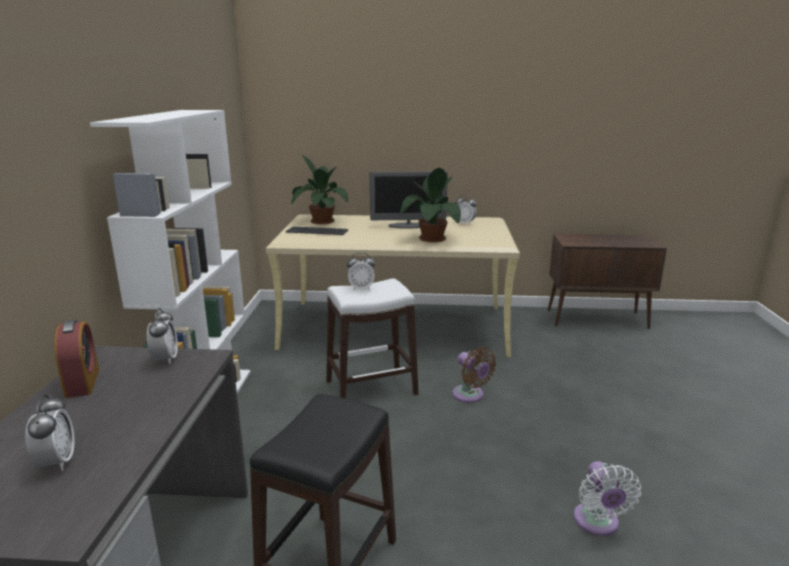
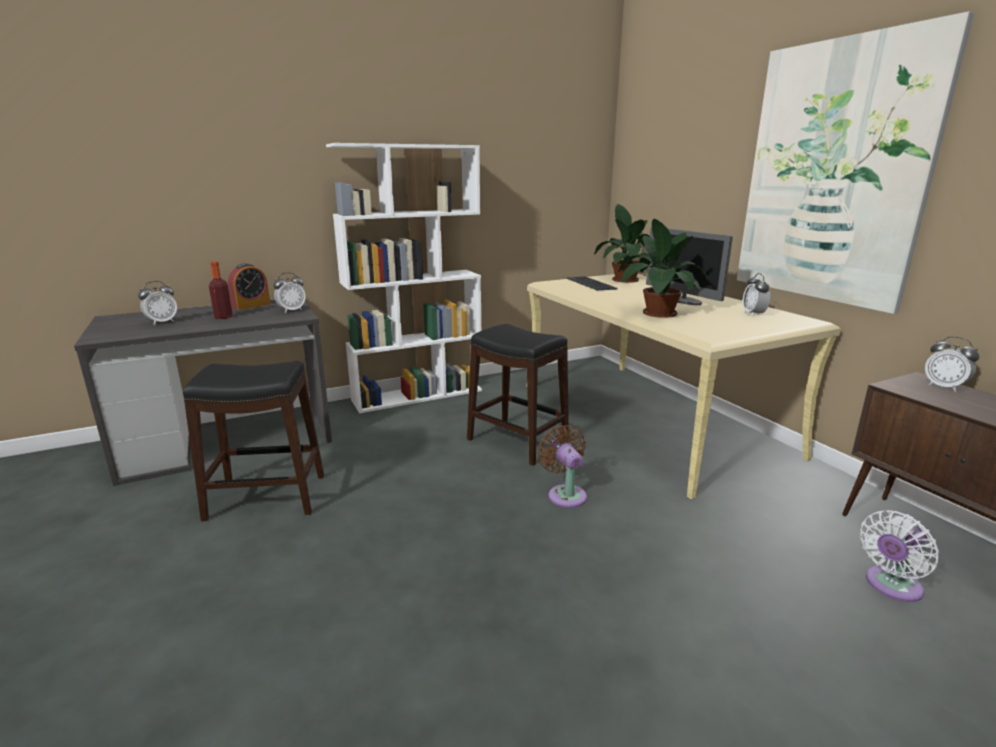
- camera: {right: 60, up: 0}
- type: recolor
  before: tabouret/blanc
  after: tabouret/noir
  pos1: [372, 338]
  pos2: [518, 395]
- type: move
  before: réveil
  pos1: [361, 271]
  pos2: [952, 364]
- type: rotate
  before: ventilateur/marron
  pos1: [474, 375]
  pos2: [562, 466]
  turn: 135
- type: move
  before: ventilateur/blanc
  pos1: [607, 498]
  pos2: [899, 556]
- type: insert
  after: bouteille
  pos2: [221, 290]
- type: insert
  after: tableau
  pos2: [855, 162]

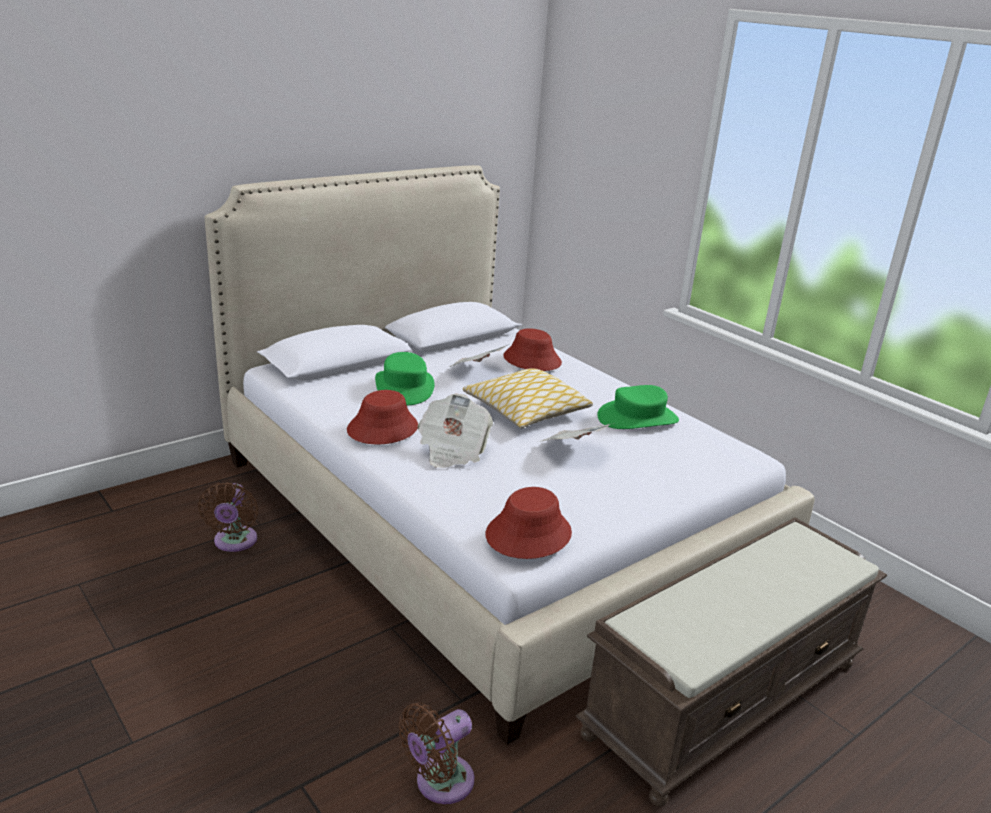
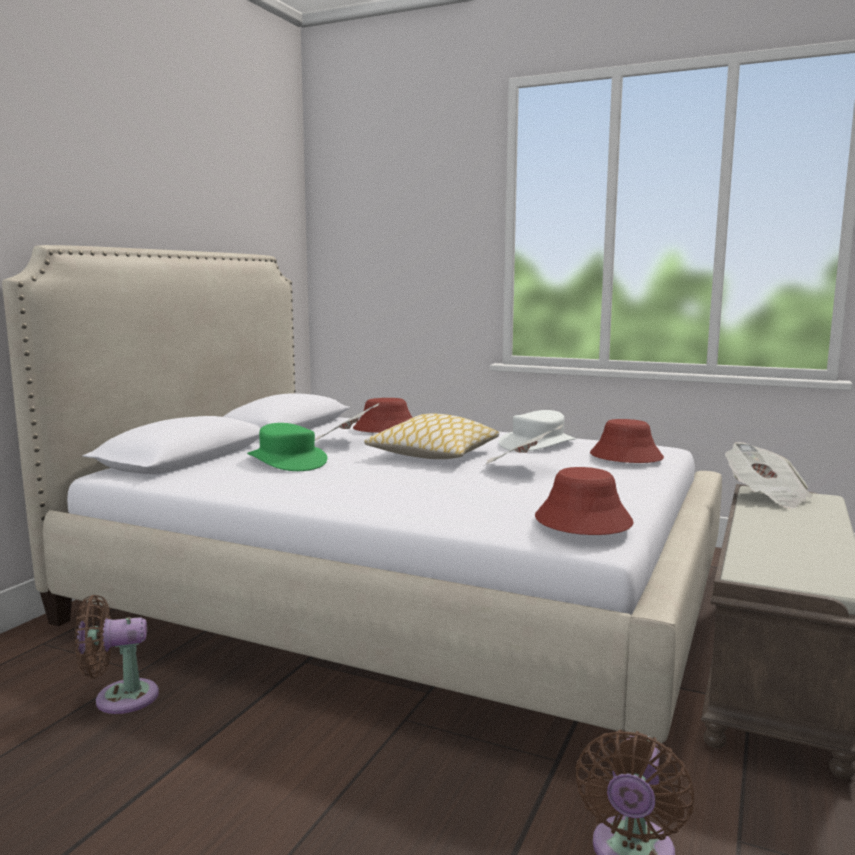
- camera: {right: -25, up: -15}
- type: rotate
  before: ventilateur/marron
  pos1: [228, 517]
  pos2: [117, 654]
  turn: 105
- type: move
  before: chapeau/rouge
  pos1: [382, 417]
  pos2: [627, 441]
- type: move
  before: journal
  pos1: [455, 431]
  pos2: [769, 475]
- type: recolor
  before: chapeau/vert
  after: chapeau/blanc
  pos1: [638, 407]
  pos2: [537, 430]

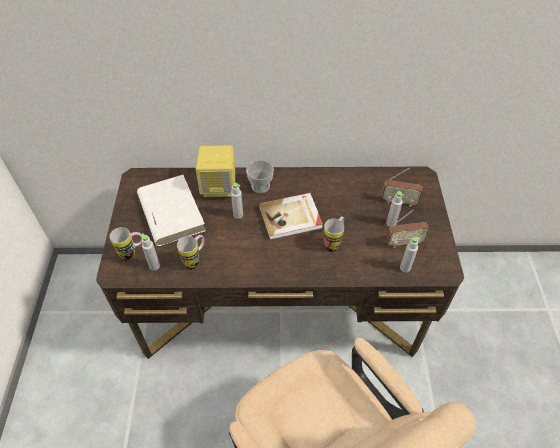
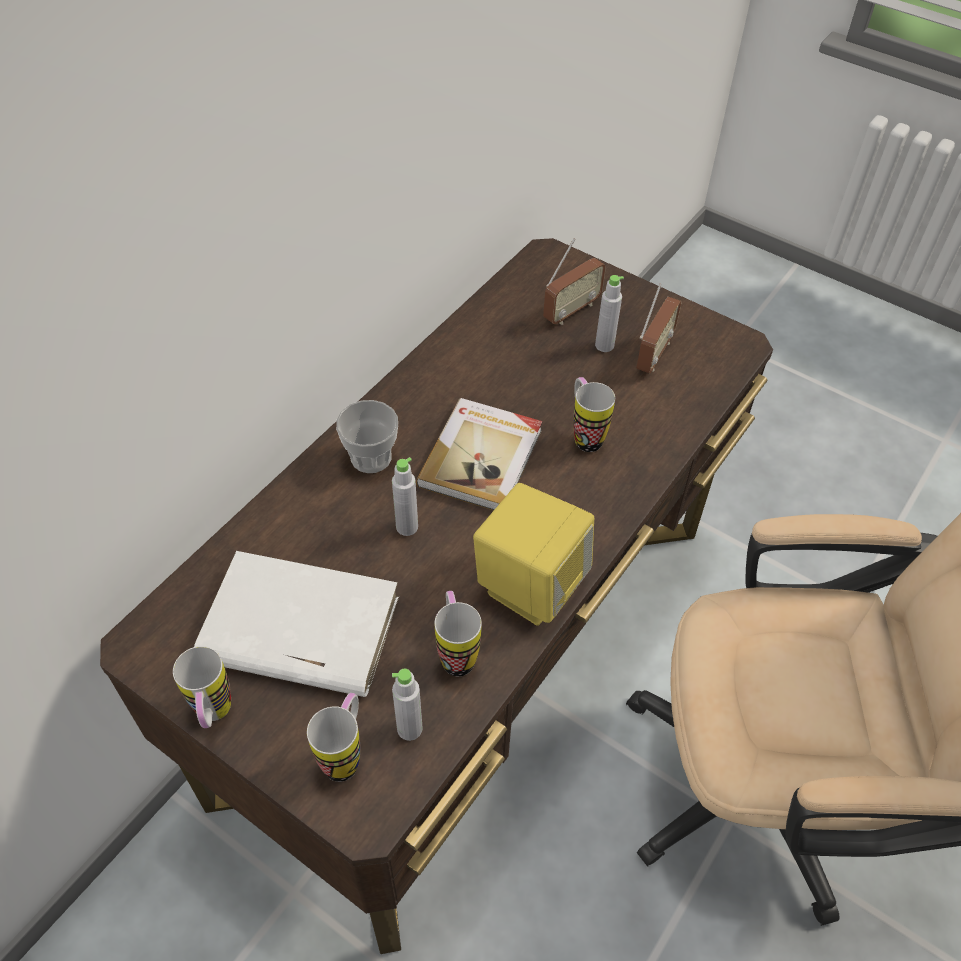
- camera: {right: -55, up: 0}
- type: move
  before: enceinte/jaune
  pos1: [215, 171]
  pos2: [533, 554]
- type: delete
  before: bouteille/gris
  pos1: [410, 254]
- type: insert
  after: mug
  pos2: [202, 687]

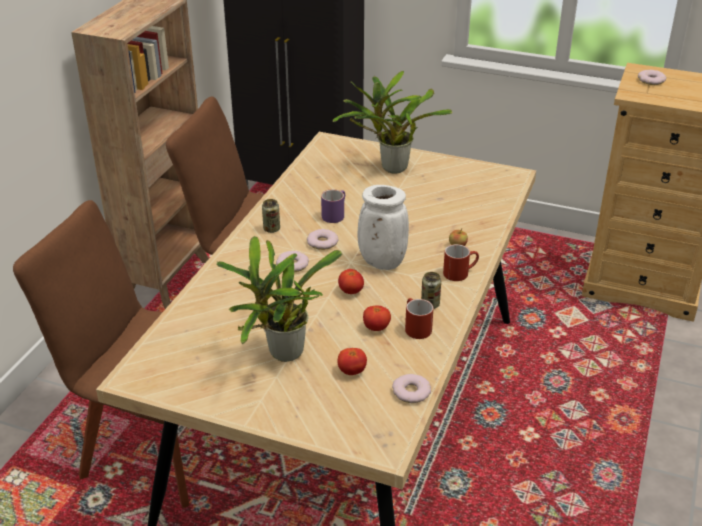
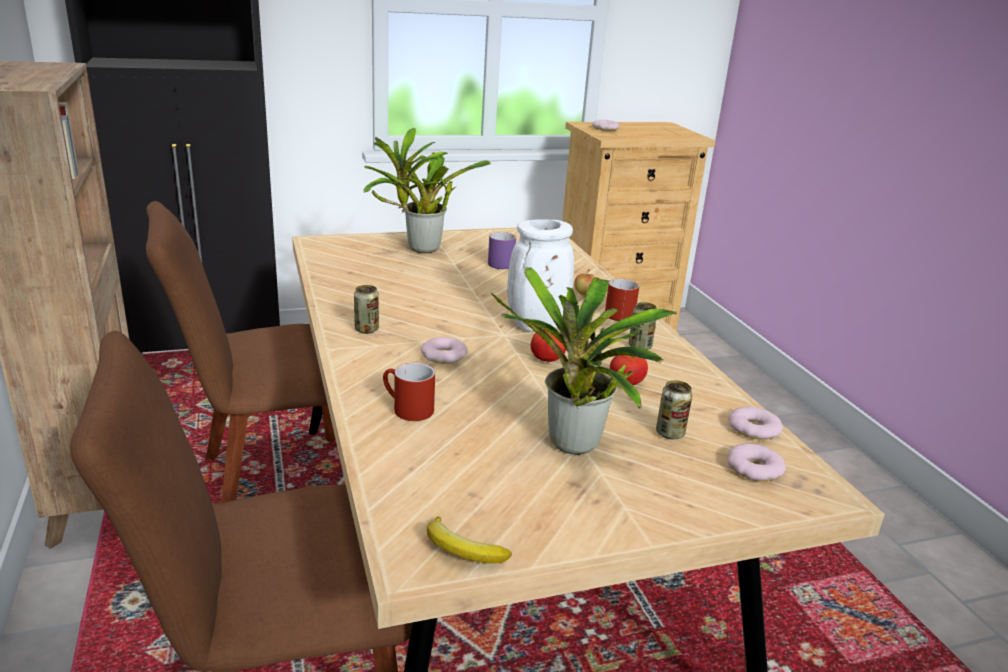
- camera: {right: -40, up: -10}
- type: move
  before: beignet
  pos1: [323, 239]
  pos2: [757, 462]
- type: move
  before: mug/violet
  pos1: [333, 206]
  pos2: [502, 250]
- type: replace
  before: tomate
  after: boîte métallique
  pos1: [352, 361]
  pos2: [674, 409]
- type: move
  before: mug/rouge
  pos1: [419, 318]
  pos2: [409, 392]
- type: insert
  after: banane
  pos2: [469, 540]

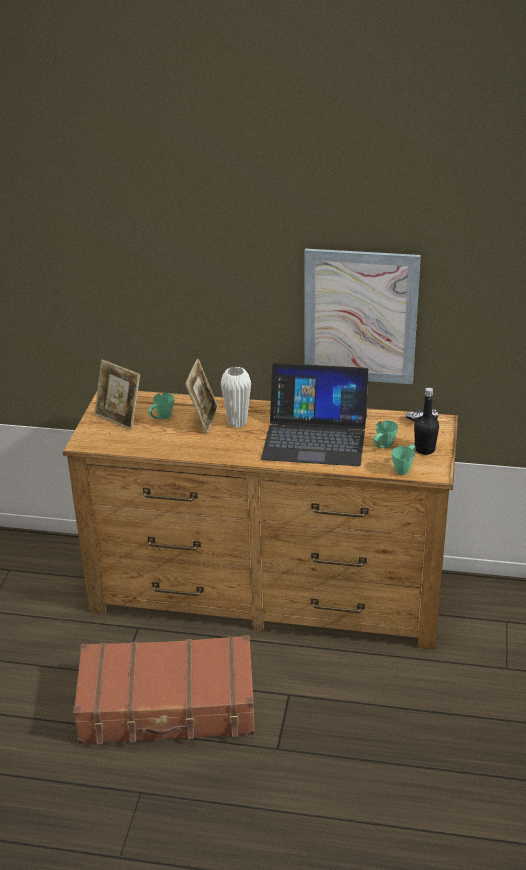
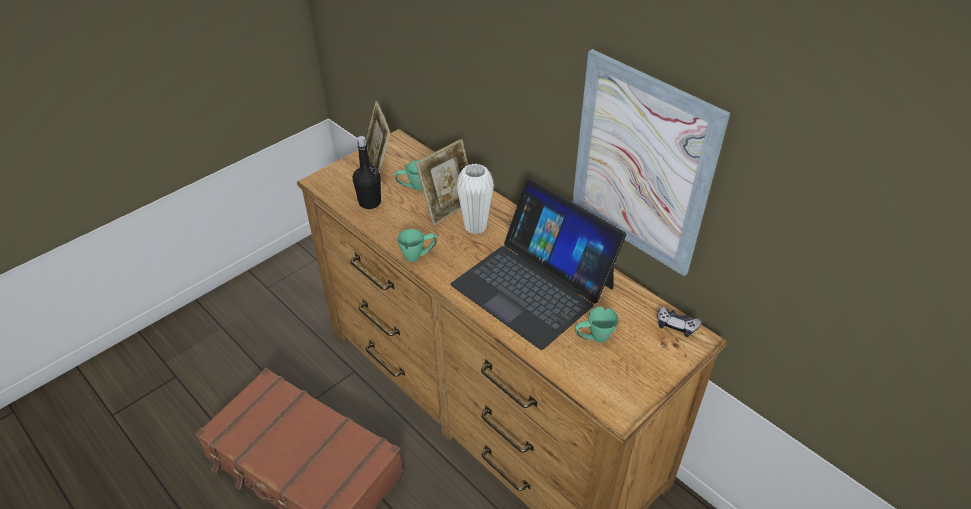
- camera: {right: 35, up: 10}
- type: move
  before: mug/vert
  pos1: [403, 459]
  pos2: [417, 245]
- type: move
  before: bouteille/noir
  pos1: [426, 421]
  pos2: [367, 172]

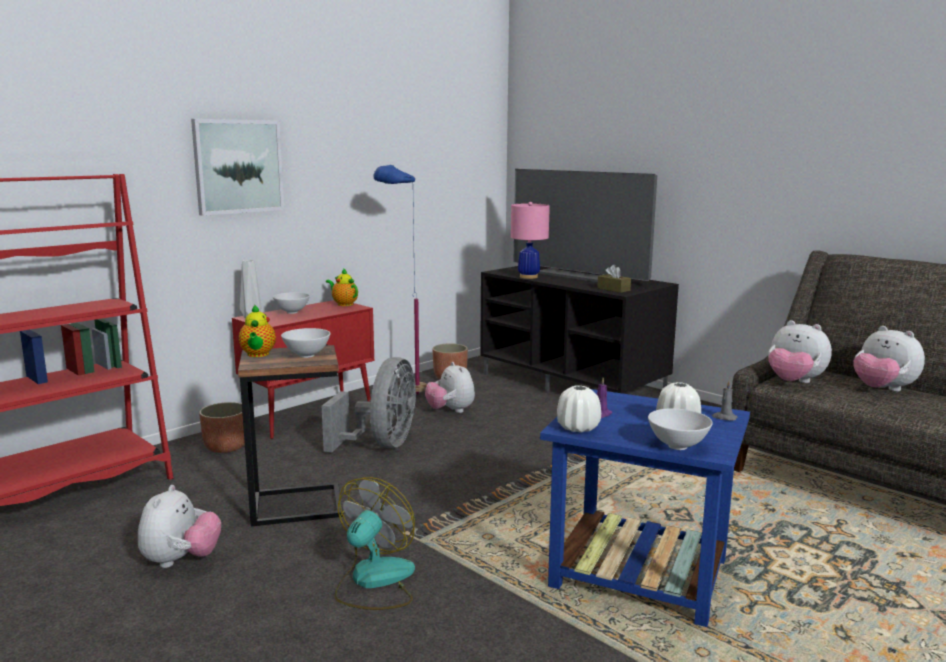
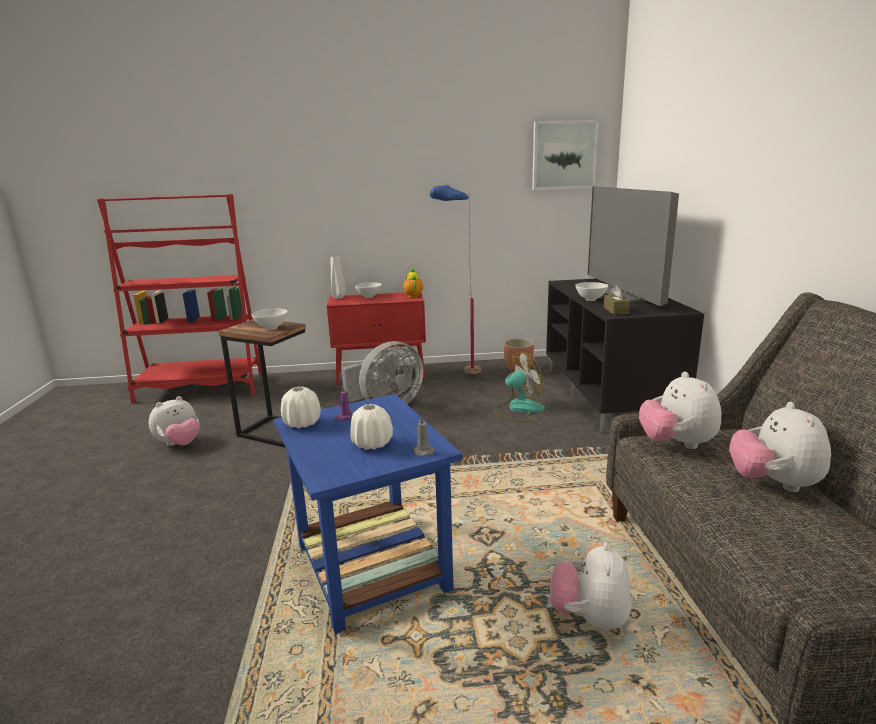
- camera: {right: 40, up: 5}
- type: move
  before: tableau
  pos1: [237, 167]
  pos2: [565, 155]
- type: delete
  before: cache-pot
  pos1: [222, 427]
- type: delete
  before: théière
  pos1: [257, 331]
- type: move
  before: ventilateur
  pos1: [374, 543]
  pos2: [519, 387]
- type: move
  before: peluche
  pos1: [450, 387]
  pos2: [591, 586]
- type: delete
  before: lampe de table/rose
  pos1: [530, 240]
- type: move
  before: bol/blanc
  pos1: [680, 429]
  pos2: [591, 291]

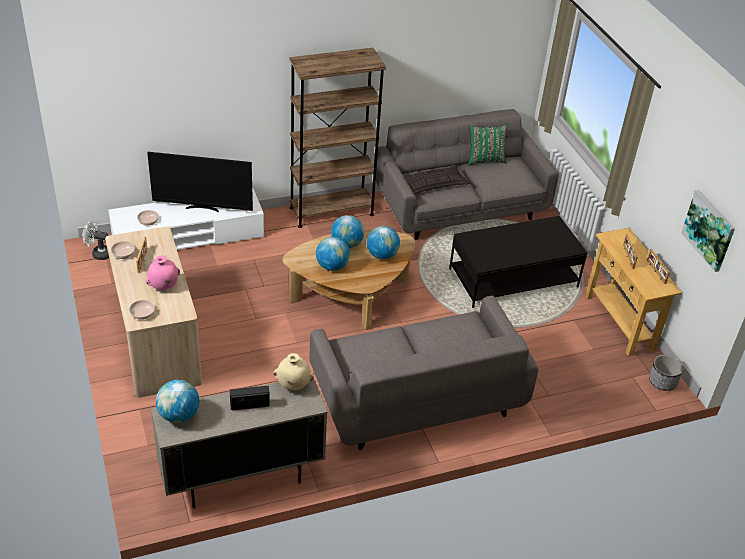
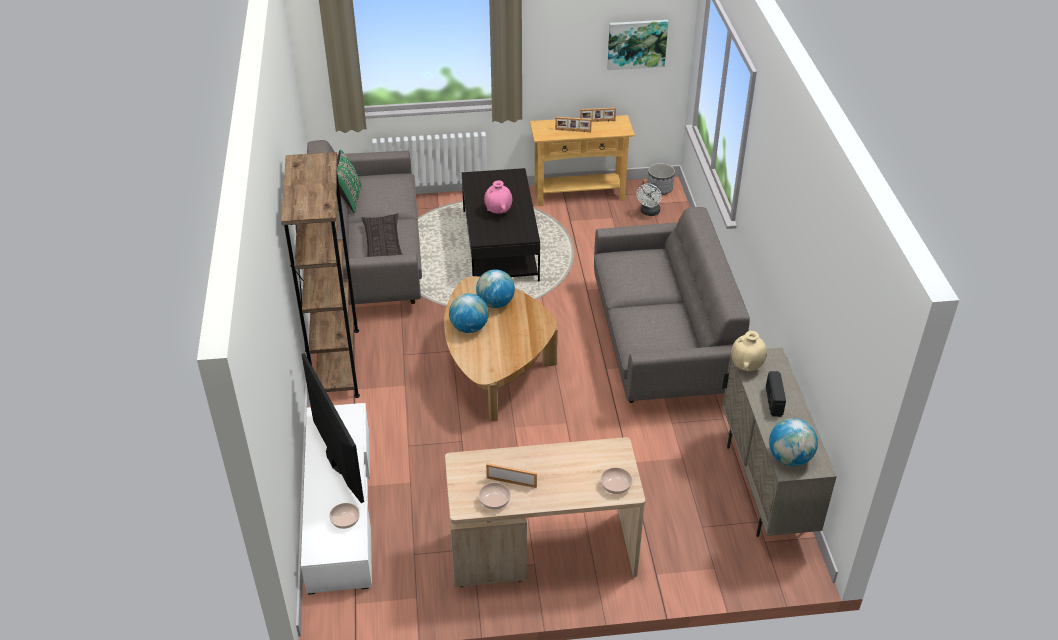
- camera: {right: -75, up: 0}
- type: move
  before: ventilateur/blanc
  pos1: [96, 240]
  pos2: [649, 199]
- type: move
  before: vase/rose
  pos1: [163, 273]
  pos2: [498, 197]
- type: rotate
  before: téléviseur
  pos1: [200, 182]
  pos2: [333, 428]
  turn: -45
- type: delete
  before: globe
  pos1: [333, 254]

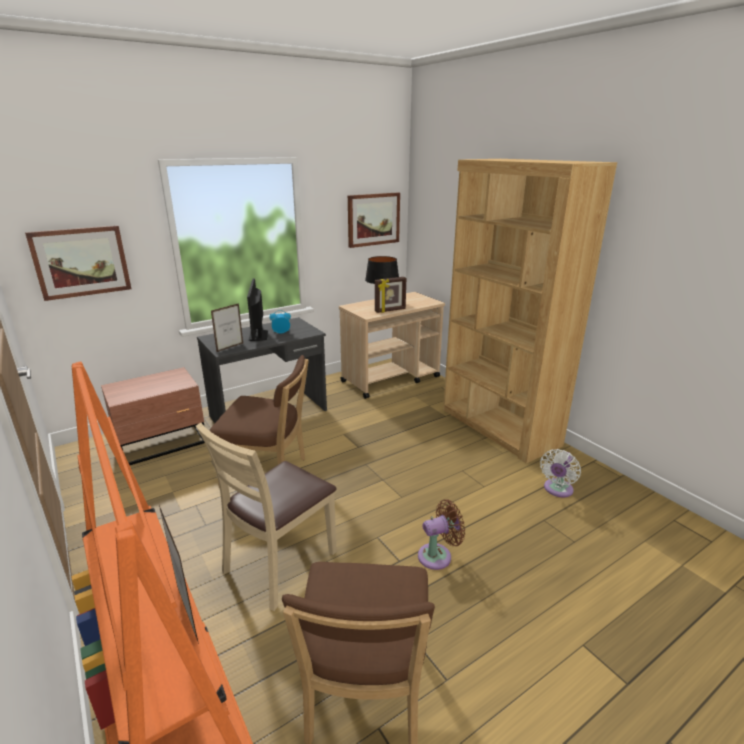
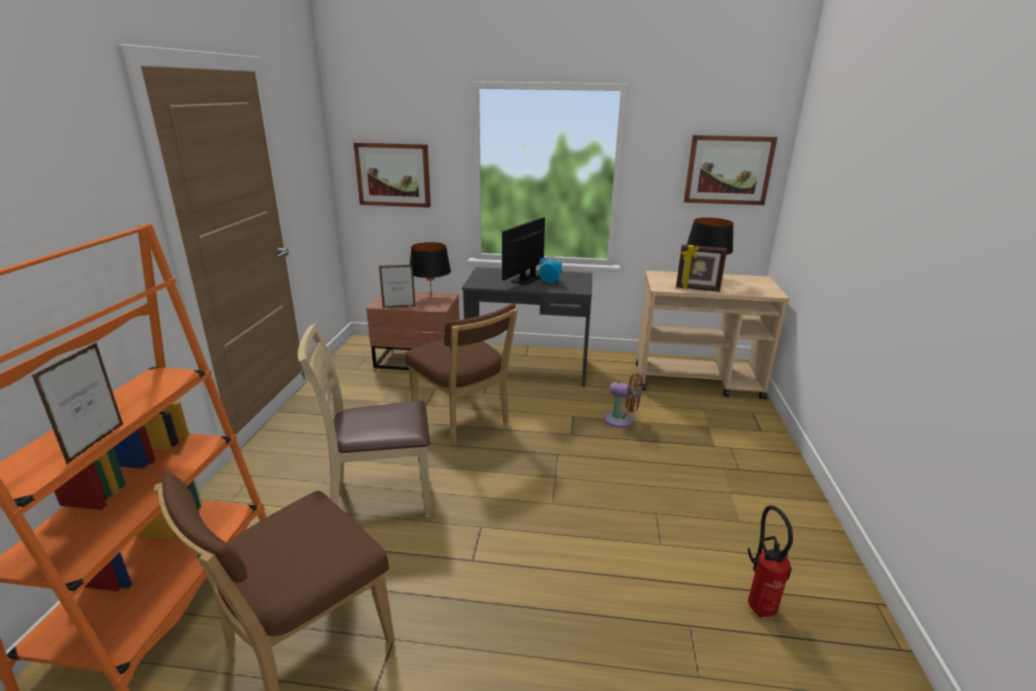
- camera: {right: 40, up: 0}
- type: move
  before: cadre photo
  pos1: [227, 327]
  pos2: [397, 286]
- type: move
  before: ventilateur/marron
  pos1: [441, 534]
  pos2: [623, 400]
- type: delete
  before: bibliothèque/marron
  pos1: [530, 311]
- type: replace
  before: ventilateur/blanc
  after: extincteur
  pos1: [560, 473]
  pos2: [770, 561]
- type: insert
  after: lampe de table/noir
  pos2: [430, 270]

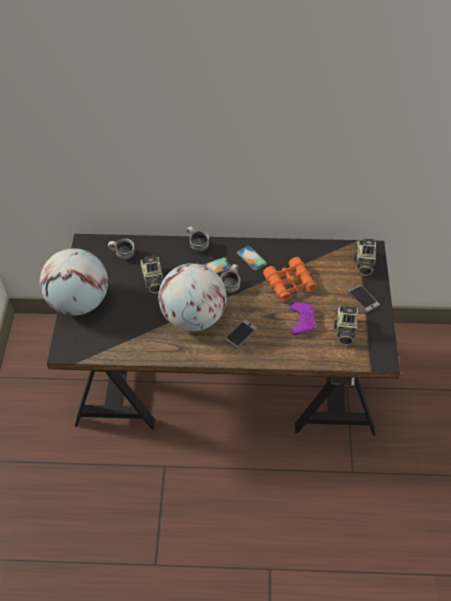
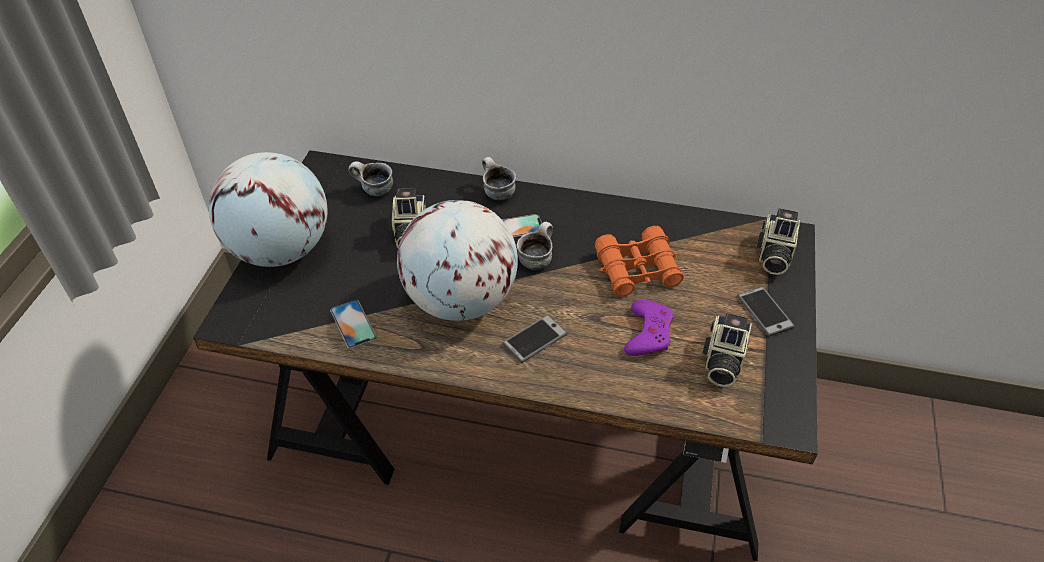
- camera: {right: 10, up: -5}
- type: move
  before: téléphone
  pos1: [252, 258]
  pos2: [353, 324]

